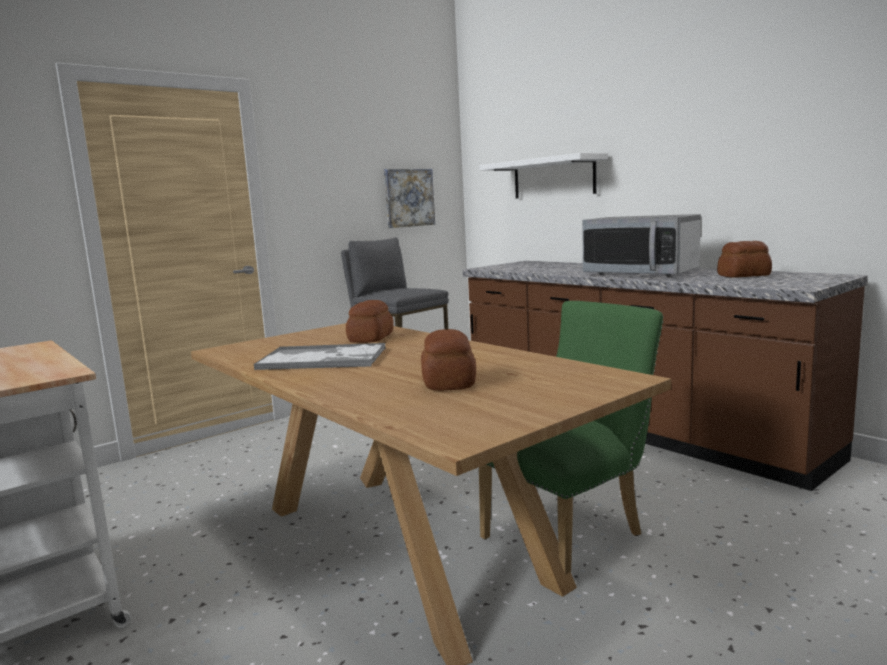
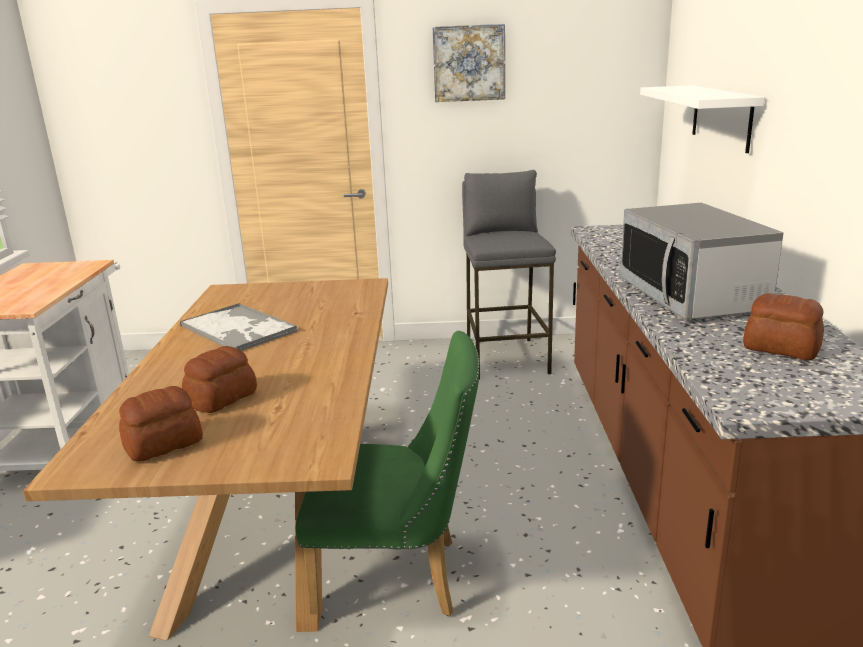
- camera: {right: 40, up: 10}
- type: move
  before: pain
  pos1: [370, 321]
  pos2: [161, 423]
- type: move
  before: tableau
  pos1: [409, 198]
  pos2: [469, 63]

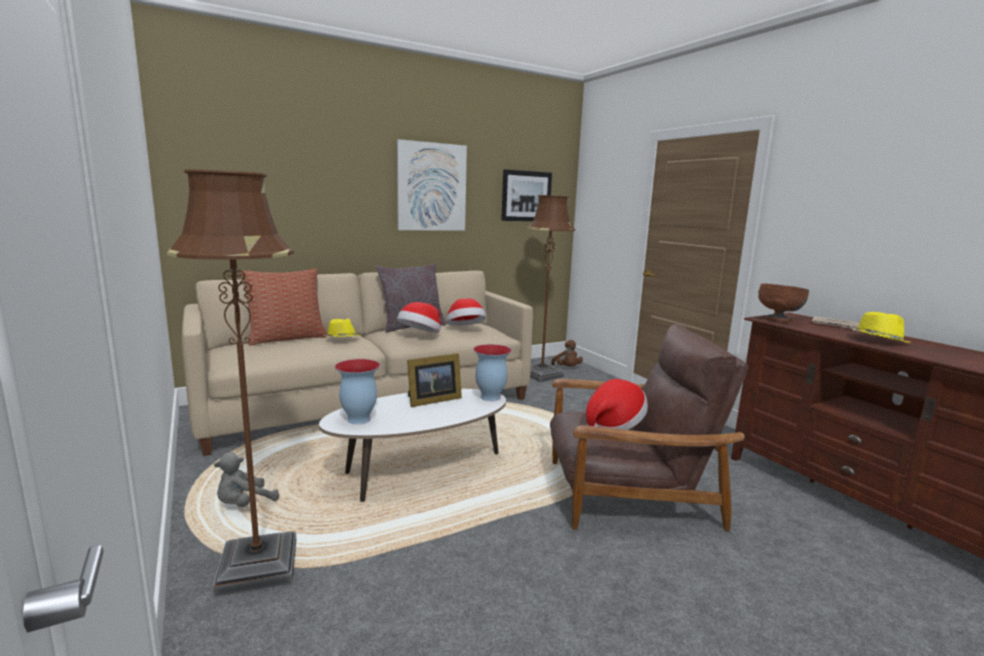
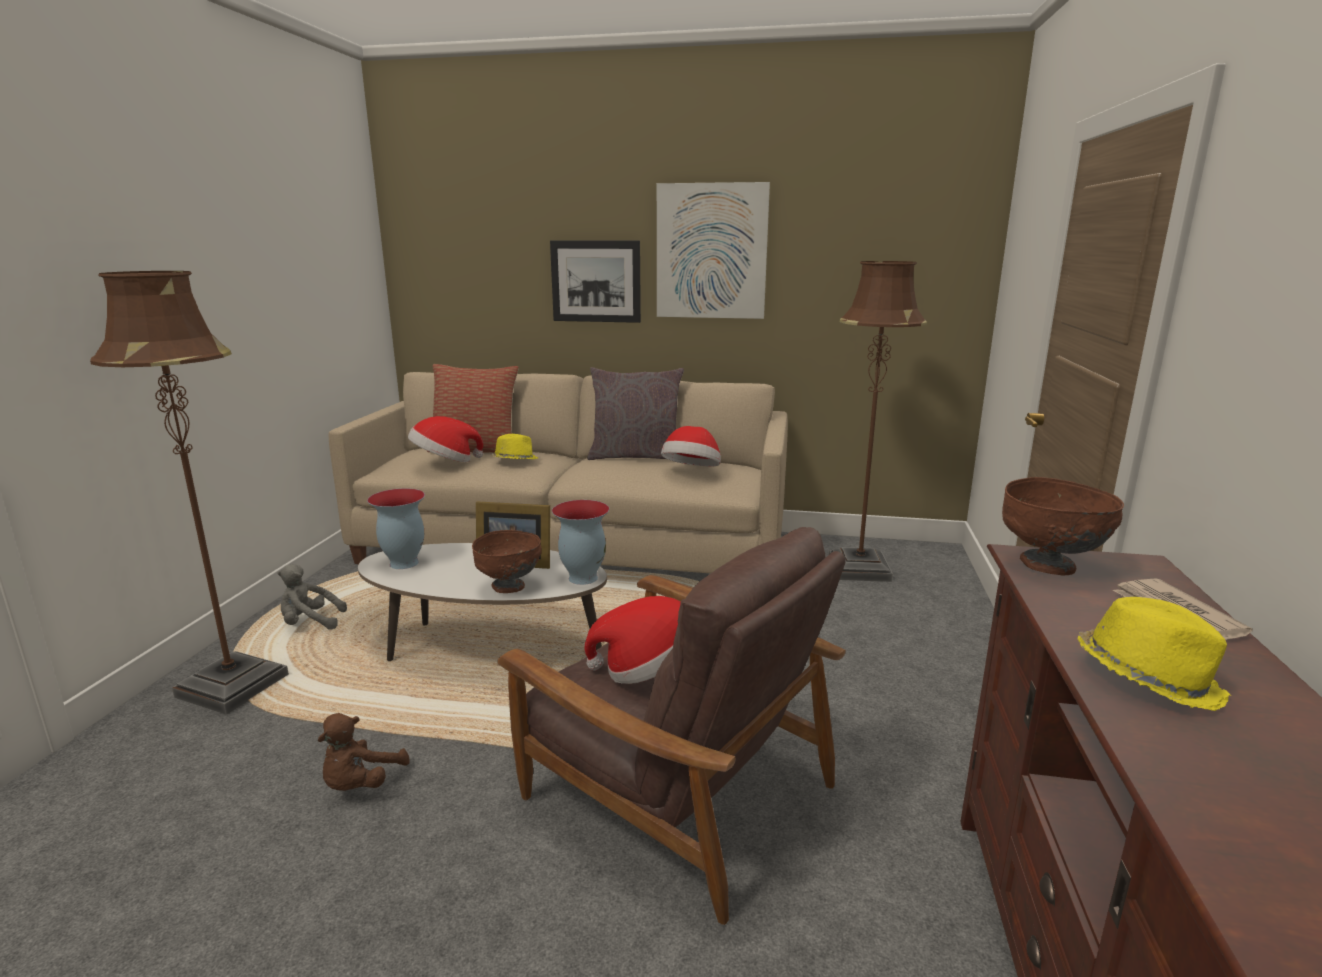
- camera: {right: 40, up: 5}
- type: move
  before: chapeau
  pos1: [419, 317]
  pos2: [445, 439]
- type: move
  before: tableau
  pos1: [526, 195]
  pos2: [595, 281]
- type: move
  before: peluche/marron
  pos1: [567, 353]
  pos2: [364, 752]
- type: insert
  after: bol/marron
  pos2: [507, 561]

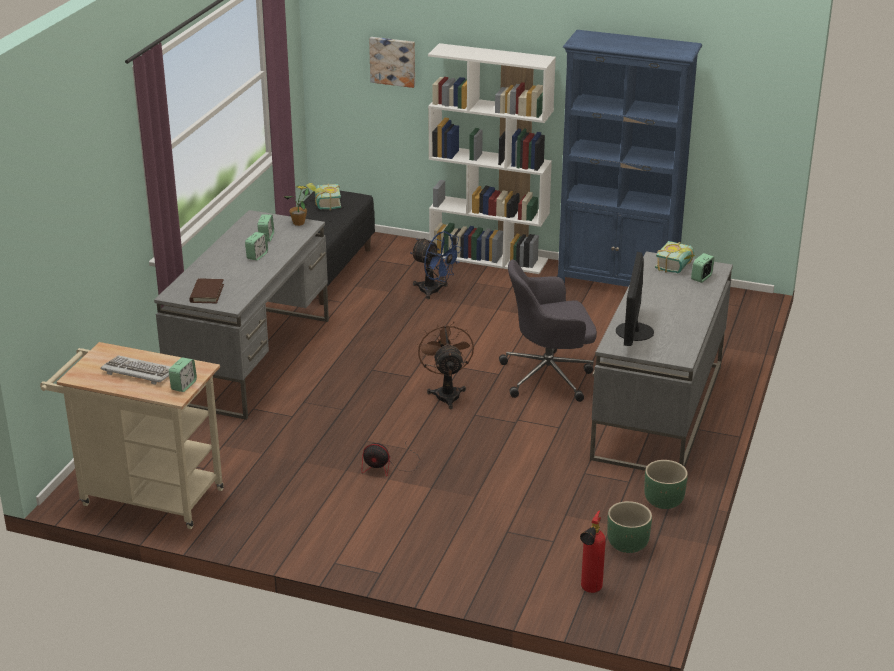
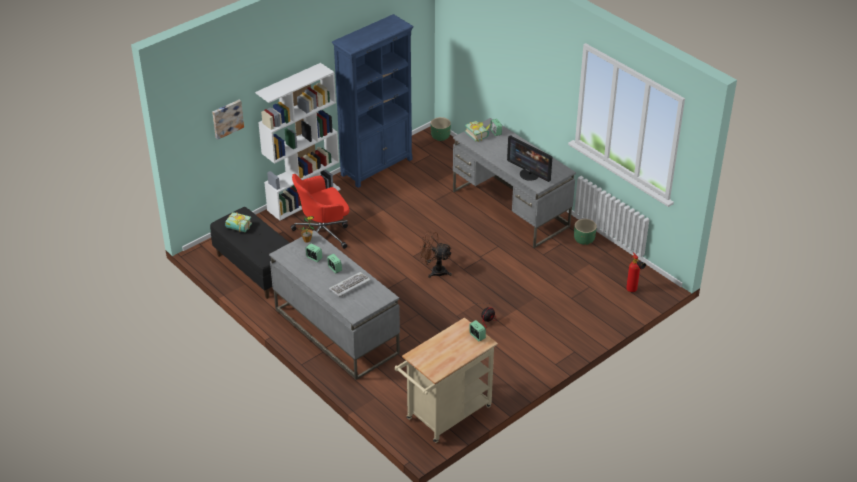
- camera: {right: -60, up: 10}
- type: move
  before: clavier
  pos1: [135, 370]
  pos2: [350, 284]
- type: delete
  before: livre/marron
  pos1: [206, 291]
- type: replace
  before: ventilateur/bleu
  after: chaise de bureau/rouge
  pos1: [436, 265]
  pos2: [320, 211]
- type: delete
  before: chaise de bureau/gris
  pos1: [548, 331]
- type: move
  before: cache-pot/vert
  pos1: [629, 527]
  pos2: [441, 129]

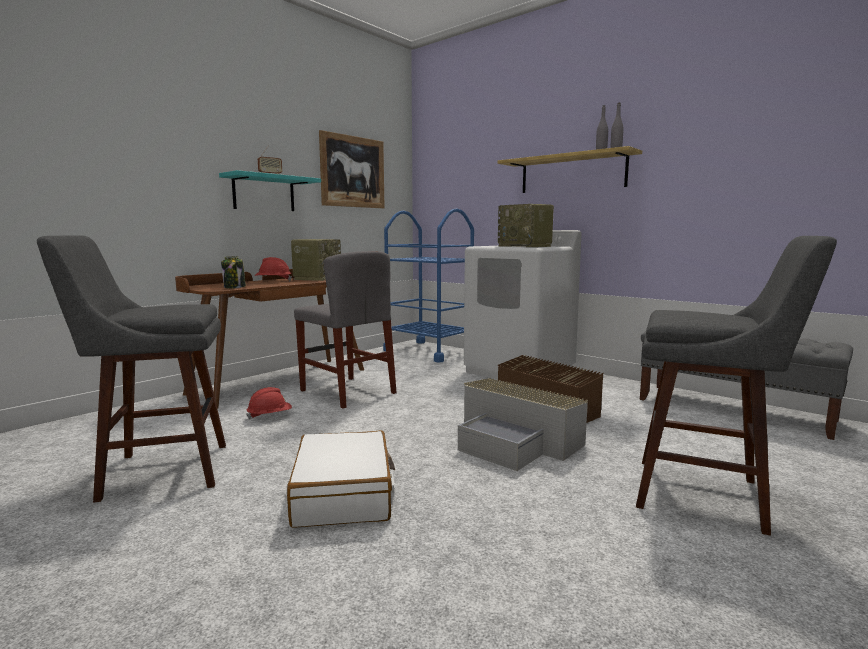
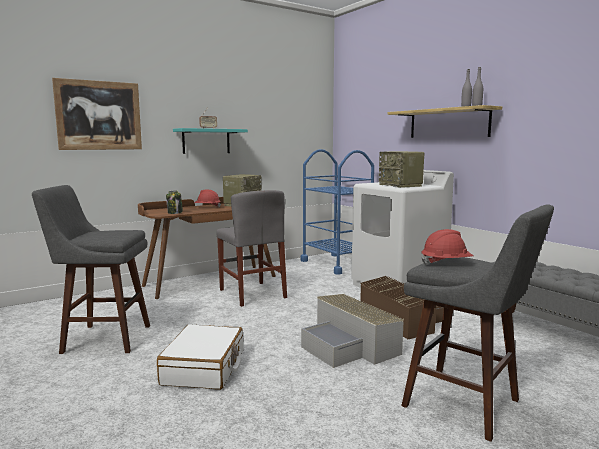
- camera: {right: 15, up: 0}
- type: move
  before: casque de chantier/rouge
  pos1: [269, 403]
  pos2: [447, 247]
- type: move
  before: tableau
  pos1: [352, 169]
  pos2: [97, 114]

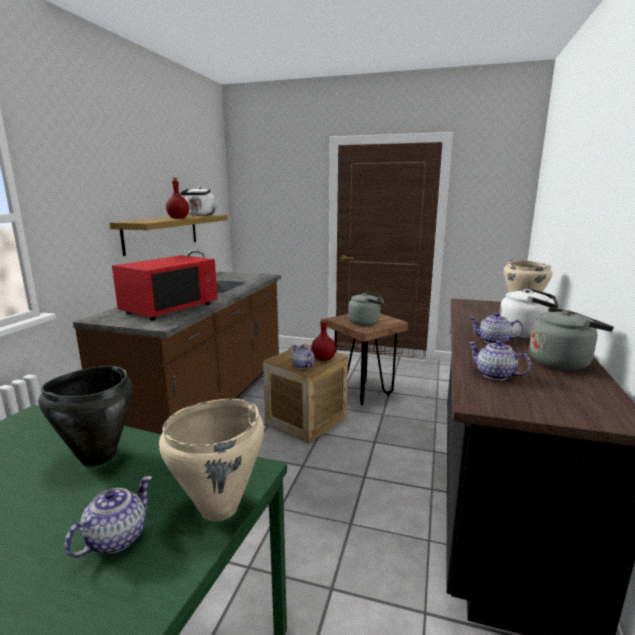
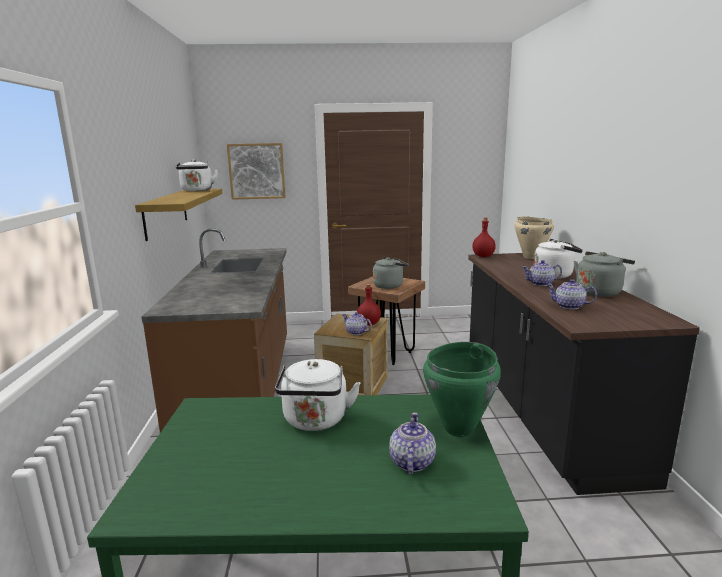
- camera: {right: -20, up: 0}
- type: replace
  before: marmite/noir
  after: bouilloire/blanc
  pos1: [86, 416]
  pos2: [318, 395]
- type: delete
  before: micro-ondes/rouge
  pos1: [164, 287]
- type: recolor
  before: marmite/beige
  after: marmite/vert
  pos1: [211, 460]
  pos2: [462, 389]
- type: move
  before: bouteille/rouge
  pos1: [177, 198]
  pos2: [484, 237]
- type: insert
  after: tableau
  pos2: [256, 171]

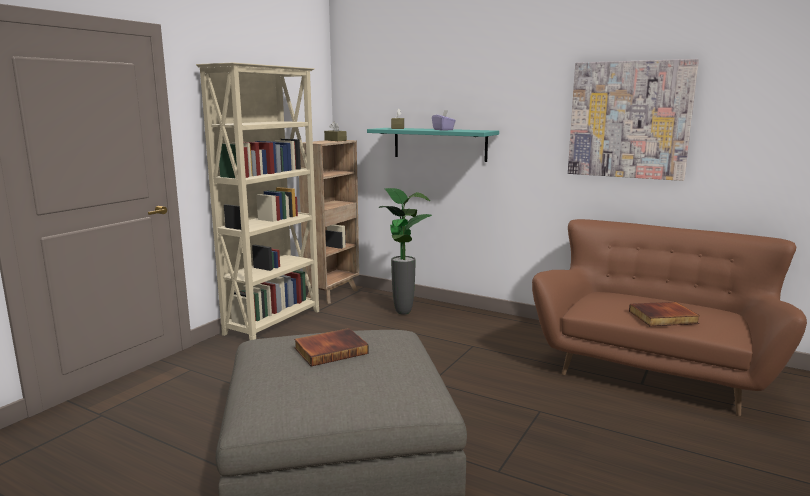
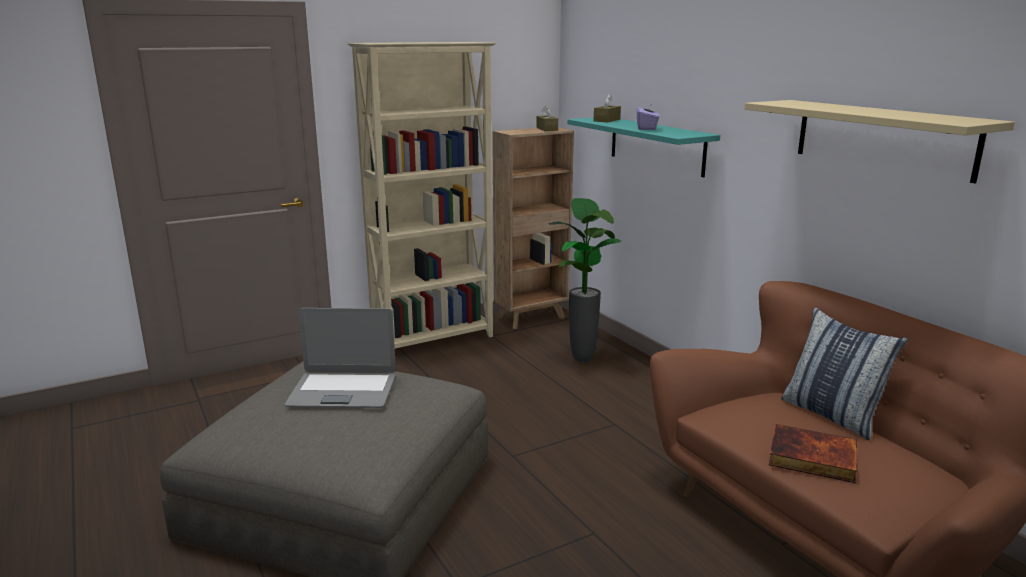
- camera: {right: 30, up: 5}
- type: replace
  before: livre
  after: ordinateur portable
  pos1: [331, 347]
  pos2: [340, 358]
- type: replace
  before: tableau
  after: étagère/beige
  pos1: [633, 120]
  pos2: [880, 141]
- type: insert
  after: coussin
  pos2: [844, 373]

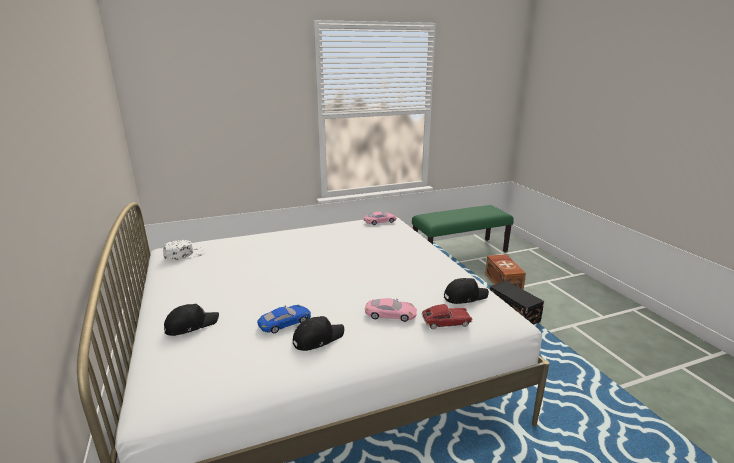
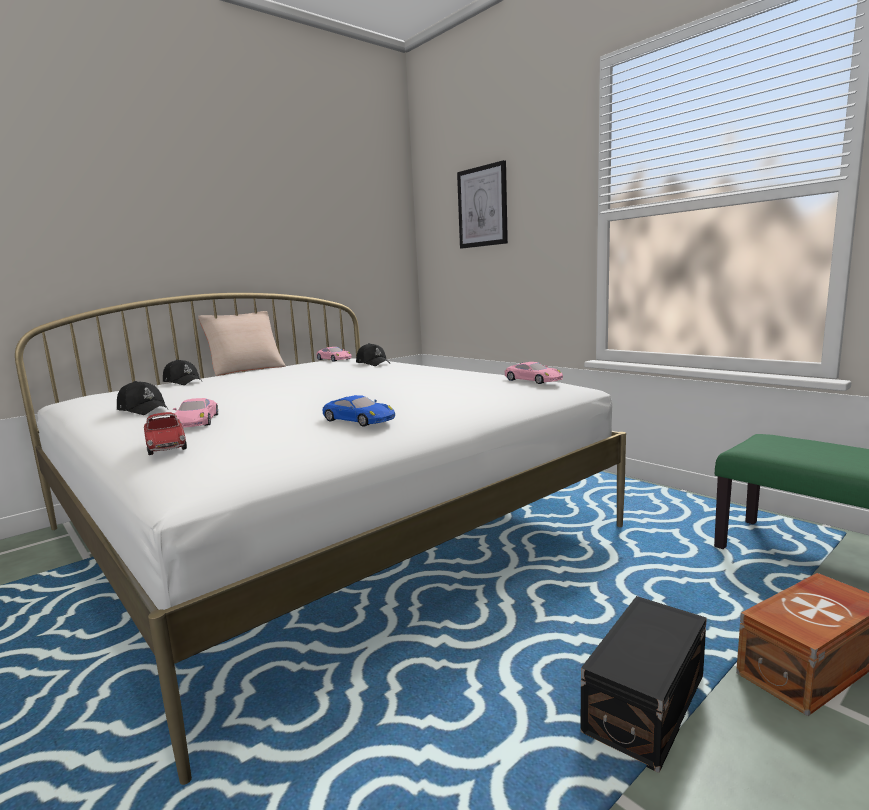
- camera: {right: 70, up: -10}
- type: replace
  before: casquette/blanc
  after: petite voiture/rose
  pos1: [184, 250]
  pos2: [334, 354]
- type: move
  before: petite voiture/bleu
  pos1: [284, 319]
  pos2: [359, 411]
- type: move
  before: casquette/noir
  pos1: [466, 291]
  pos2: [373, 354]
- type: insert
  after: coussin/beige
  pos2: [242, 343]
- type: insert
  after: tableau
  pos2: [482, 204]

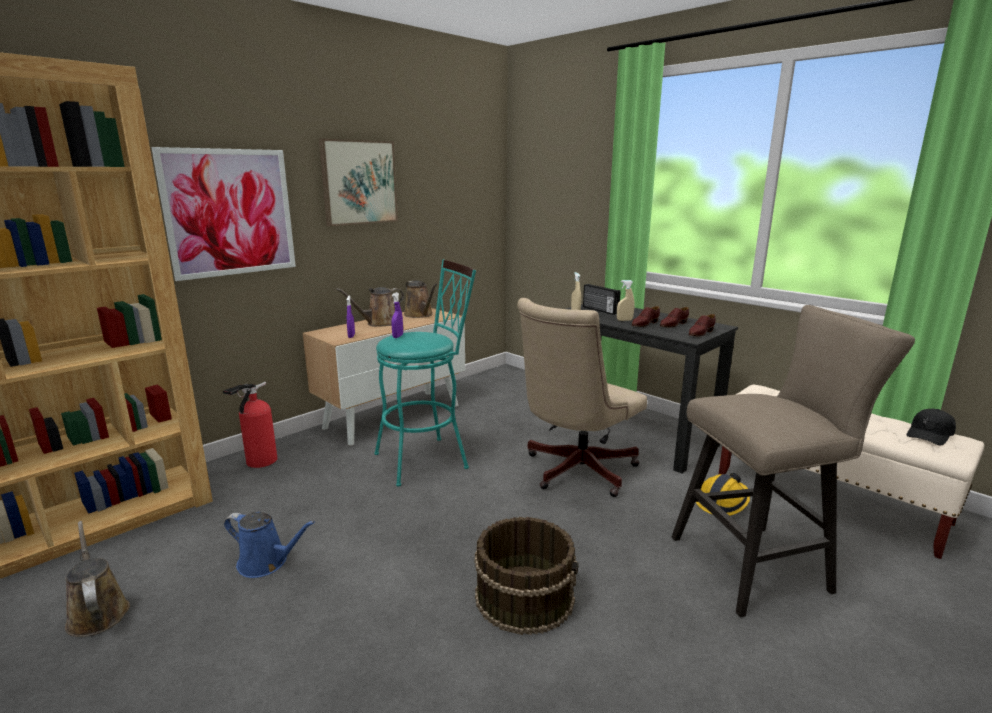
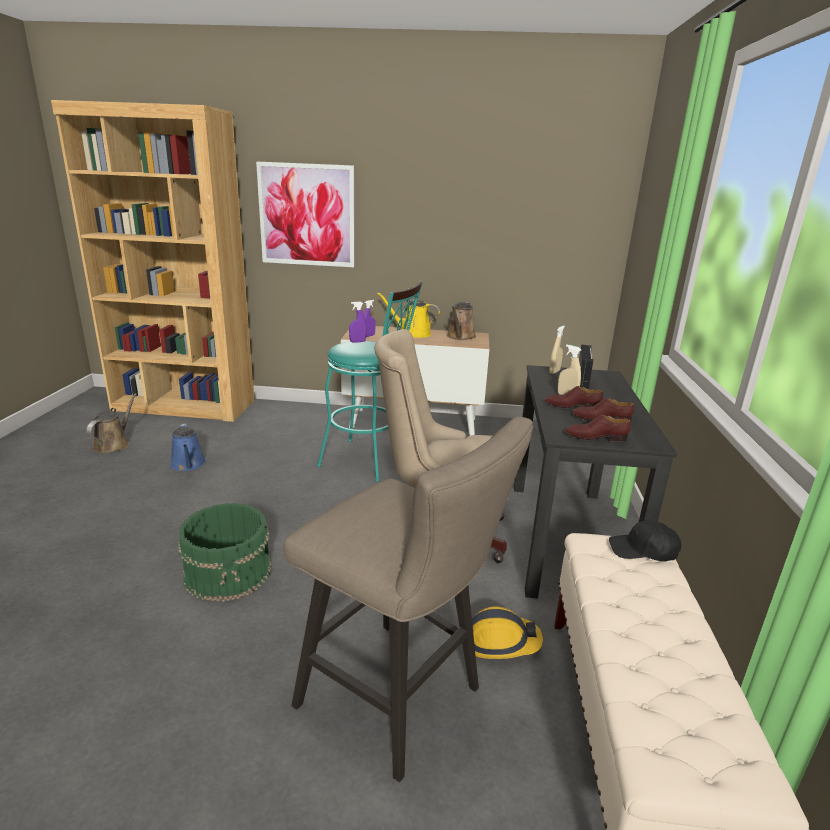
- camera: {right: 50, up: 5}
- type: delete
  before: extincteur
  pos1: [250, 425]
- type: delete
  before: tableau
  pos1: [358, 182]
- type: recolor
  before: arrosoir/marron
  after: arrosoir/jaune
  pos1: [370, 307]
  pos2: [408, 315]
- type: recolor
  before: seau/marron
  after: seau/vert
  pos1: [527, 576]
  pos2: [225, 552]
- type: move
  before: casquette/noir
  pos1: [931, 427]
  pos2: [645, 541]

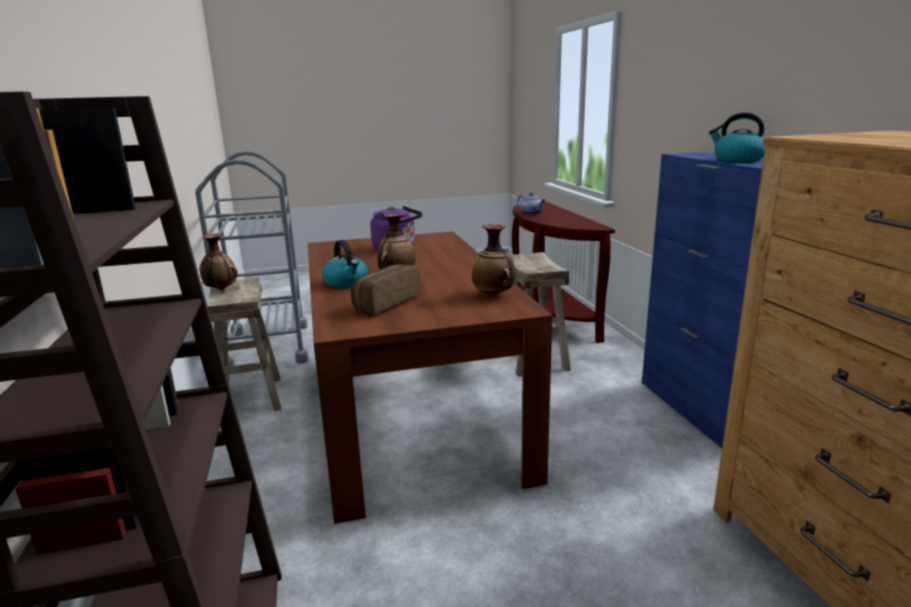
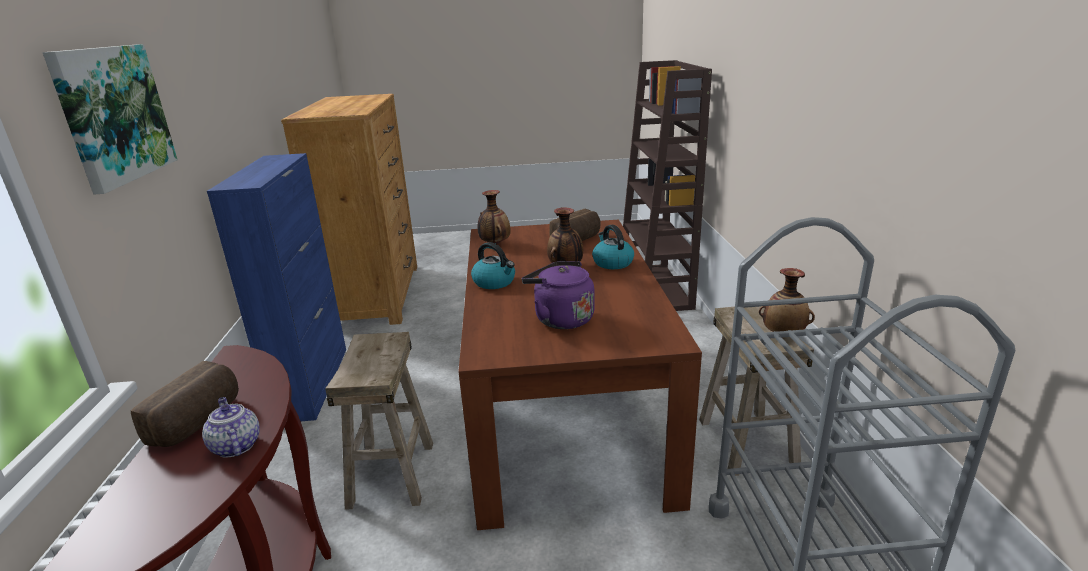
- camera: {right: -170, up: 5}
- type: move
  before: bouilloire
  pos1: [737, 137]
  pos2: [493, 265]
- type: insert
  after: tableau
  pos2: [110, 119]
- type: insert
  after: pain
  pos2: [185, 404]

